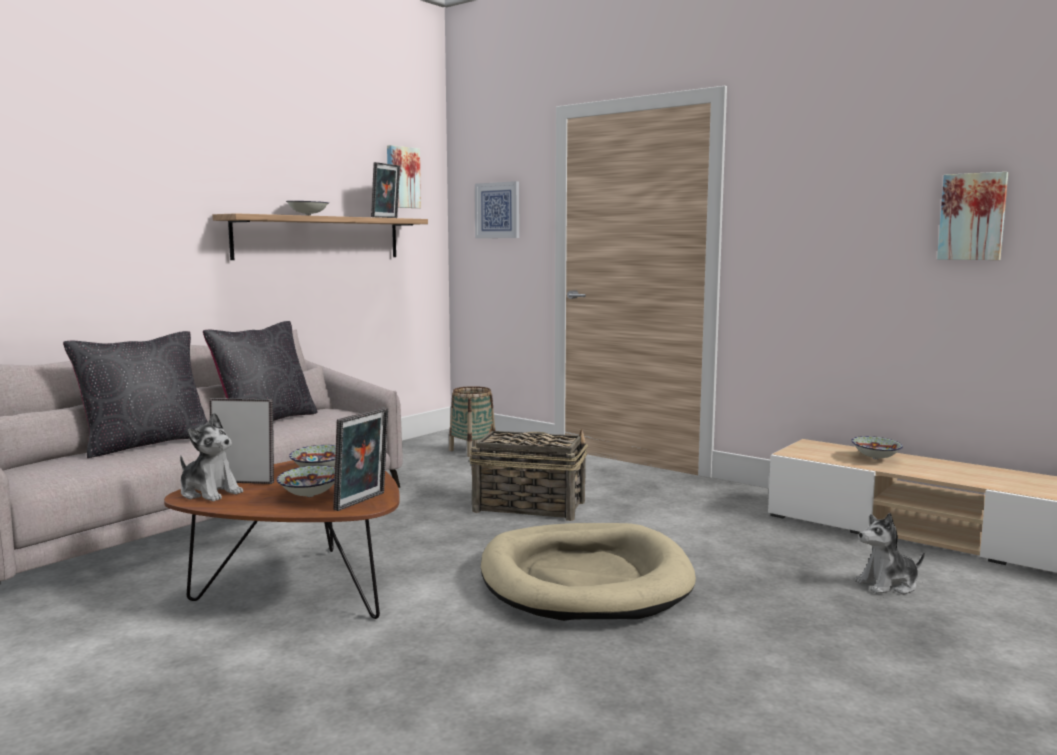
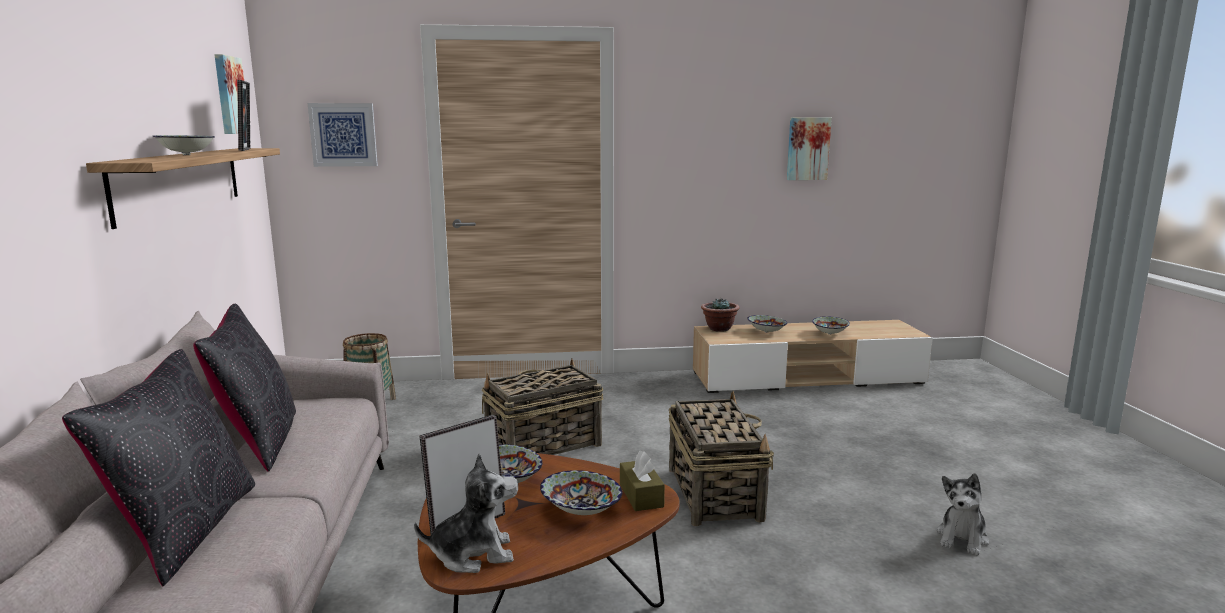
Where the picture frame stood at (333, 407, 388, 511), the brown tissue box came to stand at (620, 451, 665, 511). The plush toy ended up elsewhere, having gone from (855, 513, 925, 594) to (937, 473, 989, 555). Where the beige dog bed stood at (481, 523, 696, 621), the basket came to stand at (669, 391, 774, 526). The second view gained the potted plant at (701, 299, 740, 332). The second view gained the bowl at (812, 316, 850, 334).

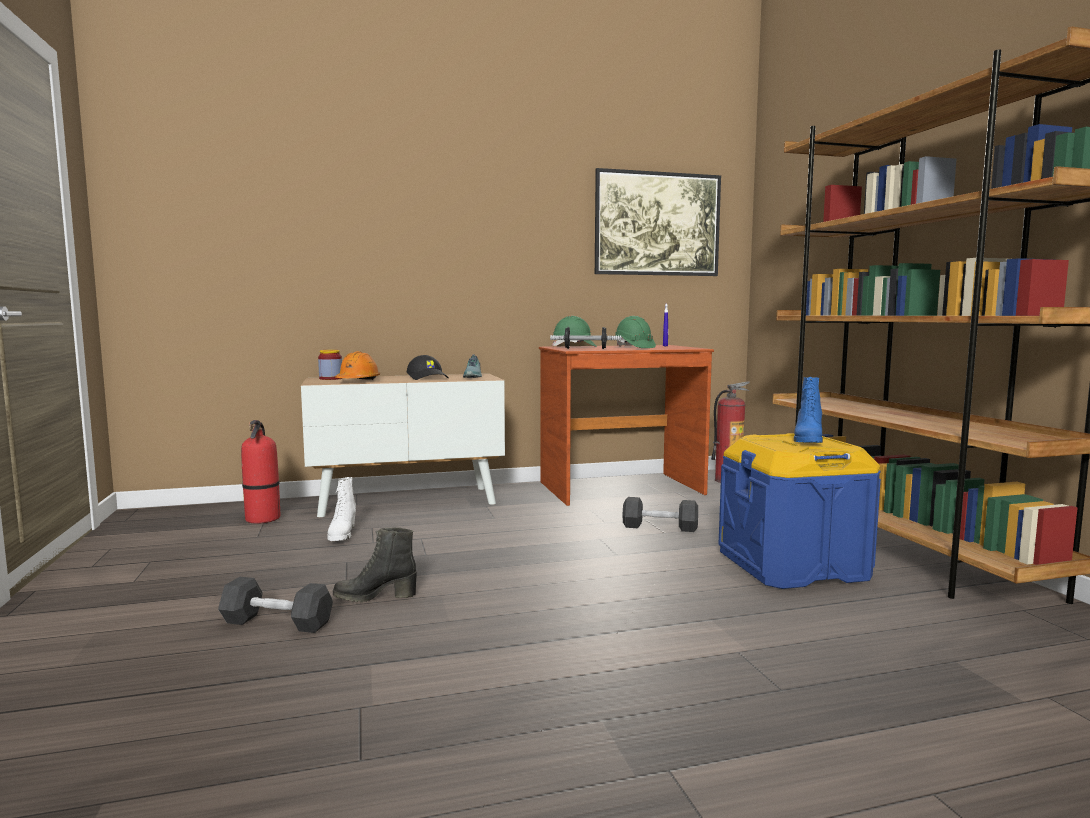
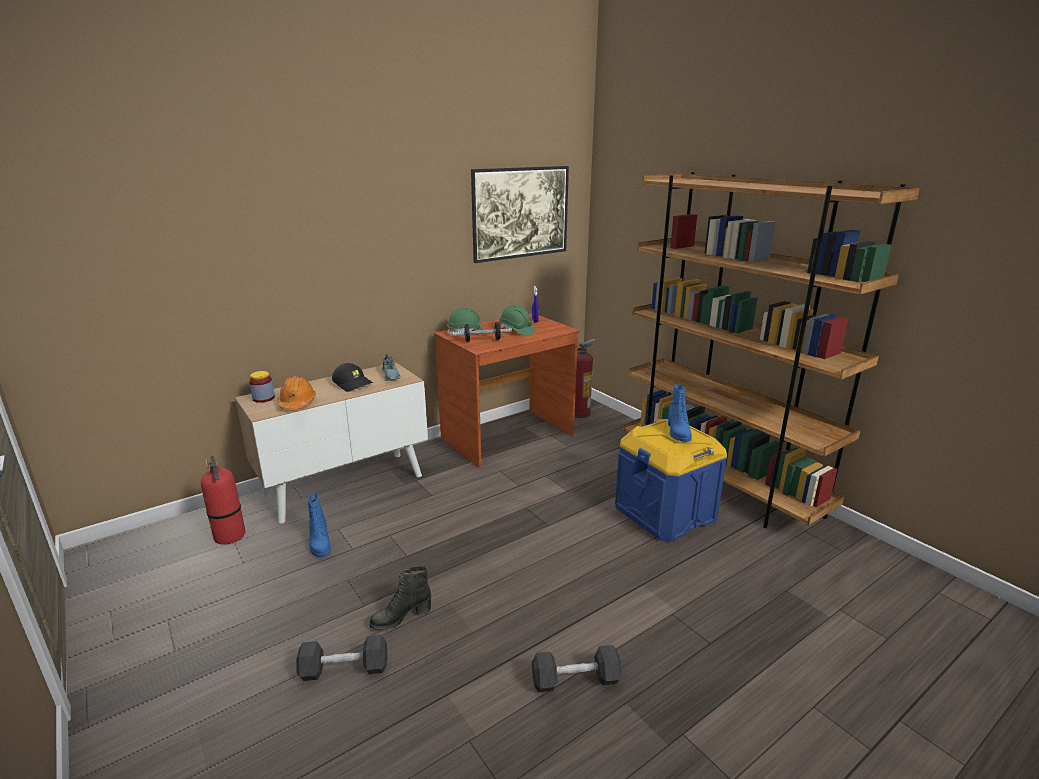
What was the white boot at (327, 477, 356, 541) turned into the blue boot at (308, 494, 331, 557). The black dumbbell ended up elsewhere, having gone from (622, 497, 698, 532) to (532, 645, 622, 692).

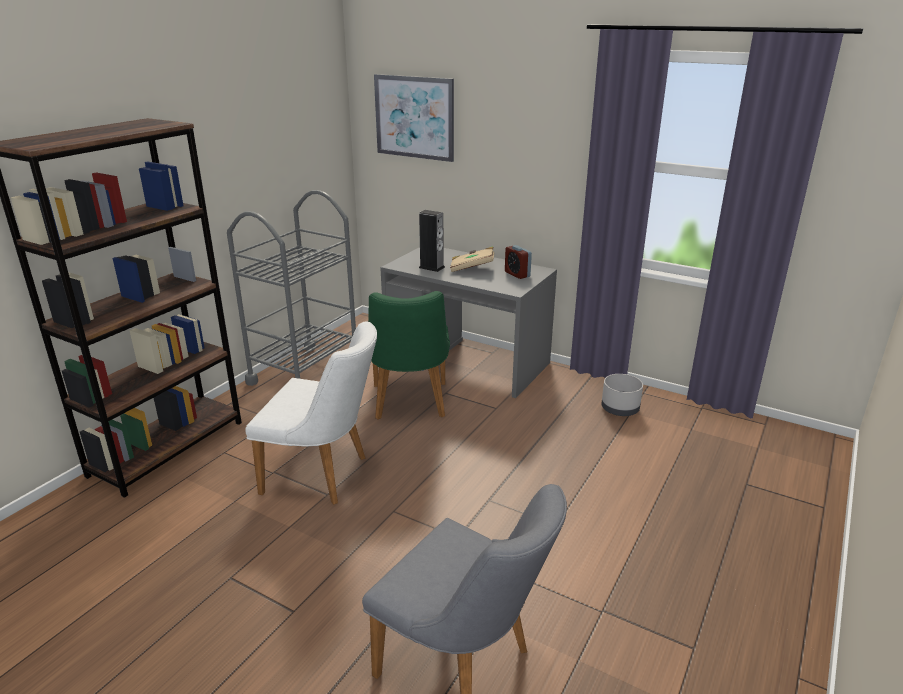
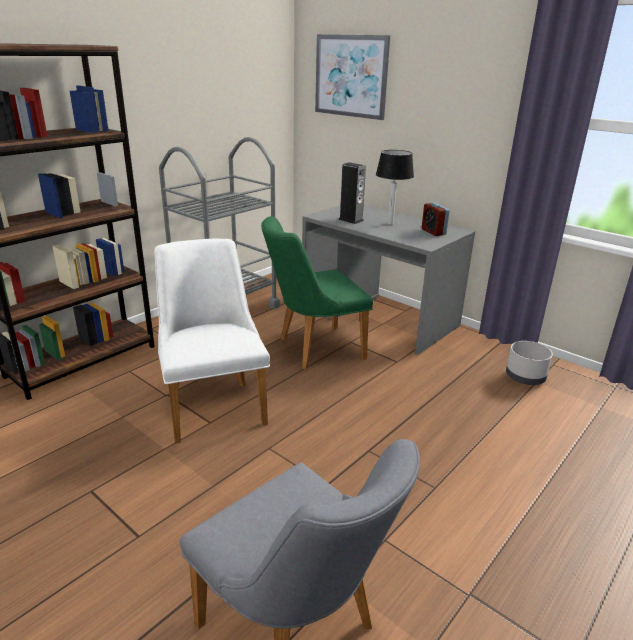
Where the beige book stood at (450, 246, 494, 272), the table lamp came to stand at (376, 150, 414, 225). The green chair at (368, 291, 450, 420) ended up facing another way, 60 degrees clockwise from before. The white chair at (245, 321, 377, 505) ended up facing another way, 135 degrees counterclockwise from before.

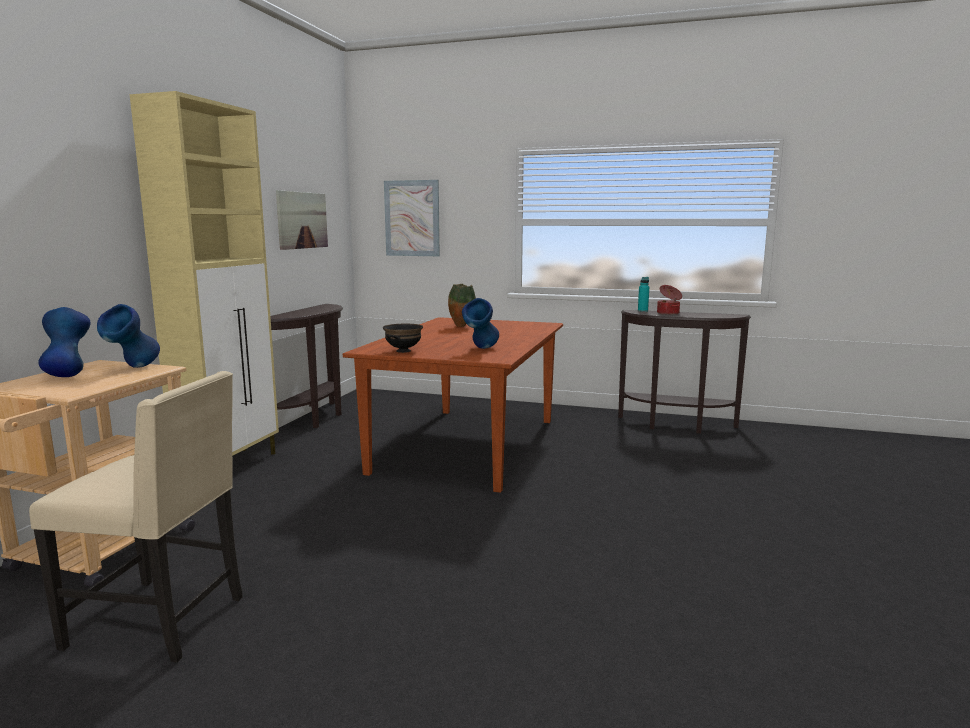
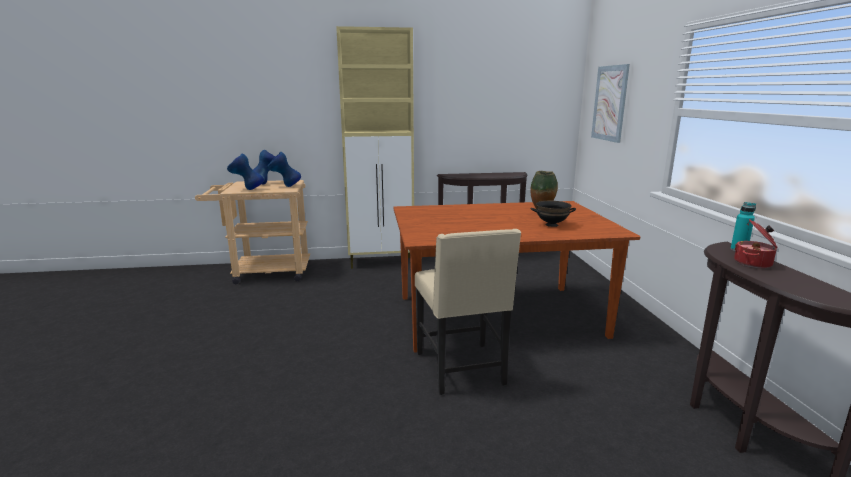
The second view lost the picture at (276, 190, 328, 250). The blue vase ended up elsewhere, having gone from (462, 298, 499, 349) to (227, 154, 264, 190). The black bowl ended up elsewhere, having gone from (383, 324, 423, 353) to (530, 201, 576, 227). The beige chair ended up elsewhere, having gone from (29, 371, 243, 663) to (415, 229, 521, 395).

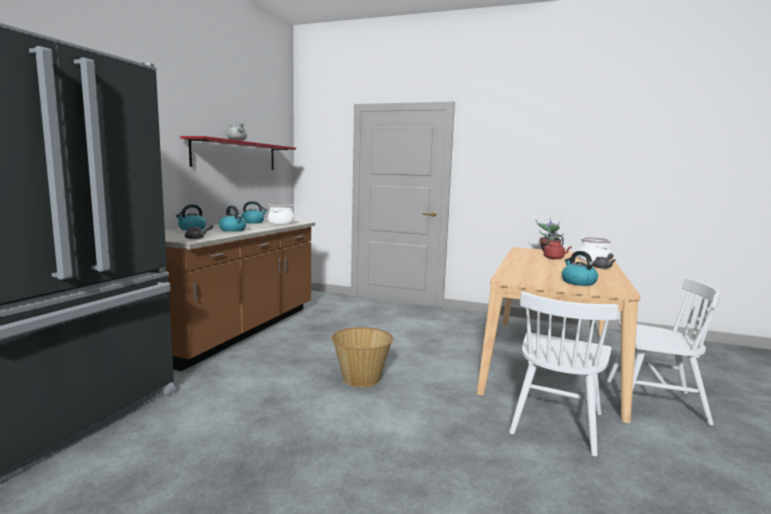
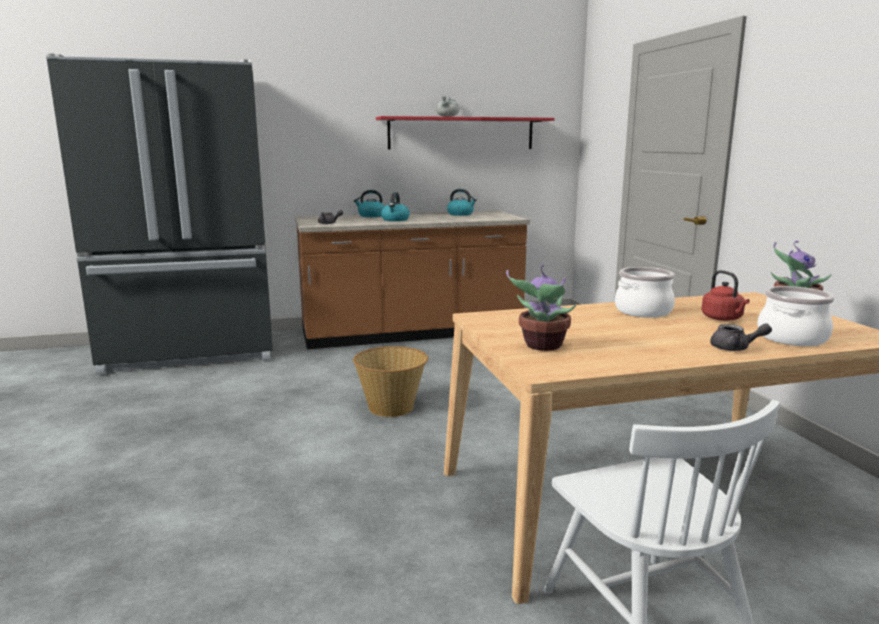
The cooking pot ended up elsewhere, having gone from (268, 204, 294, 225) to (615, 267, 675, 318). Where the kettle stood at (562, 251, 598, 286), the potted plant came to stand at (506, 265, 577, 351). The second view lost the white chair at (509, 292, 618, 457).

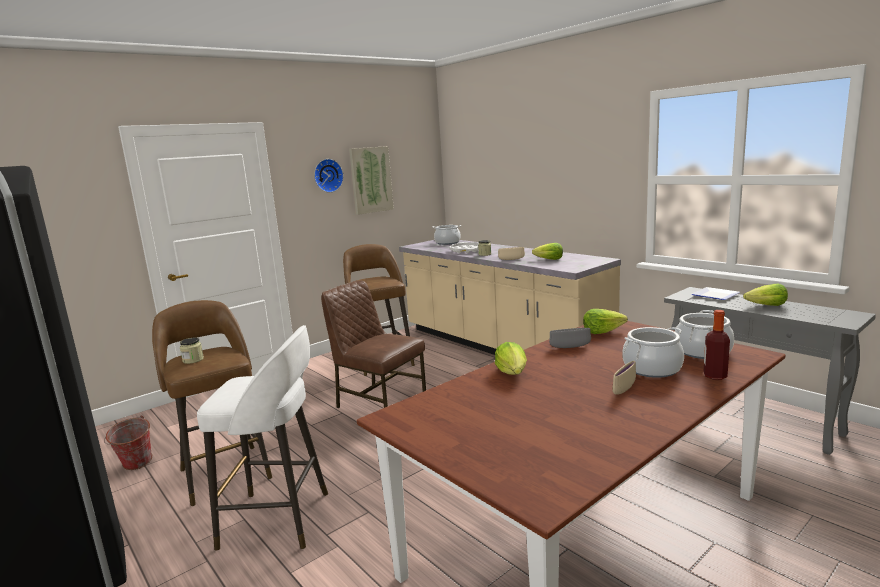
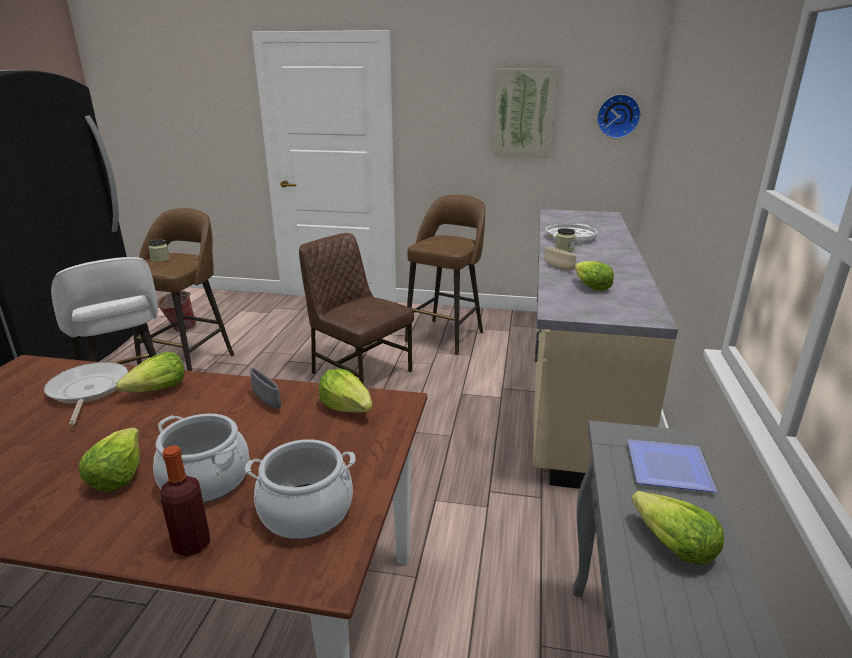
The wall clock ended up elsewhere, having gone from (314, 159, 344, 193) to (597, 94, 641, 139). The second view lost the cooking pot at (432, 225, 461, 245). The brown chair at (321, 280, 426, 408) ended up facing another way, 45 degrees counterclockwise from before. Where the beige bowl stood at (612, 361, 636, 395), the lettuce came to stand at (79, 428, 140, 492). The second view gained the frying pan at (44, 362, 128, 426).

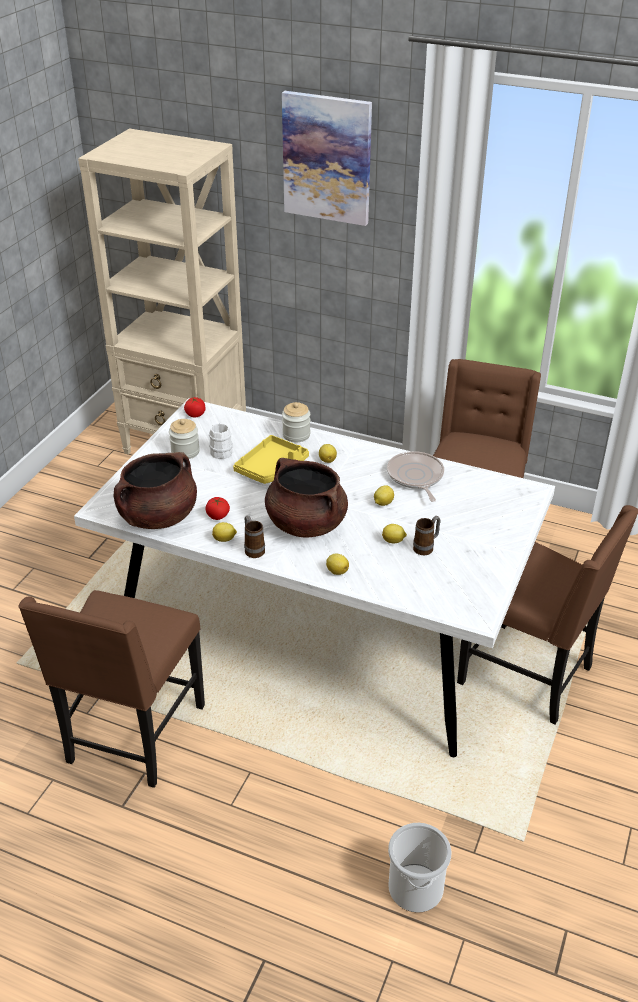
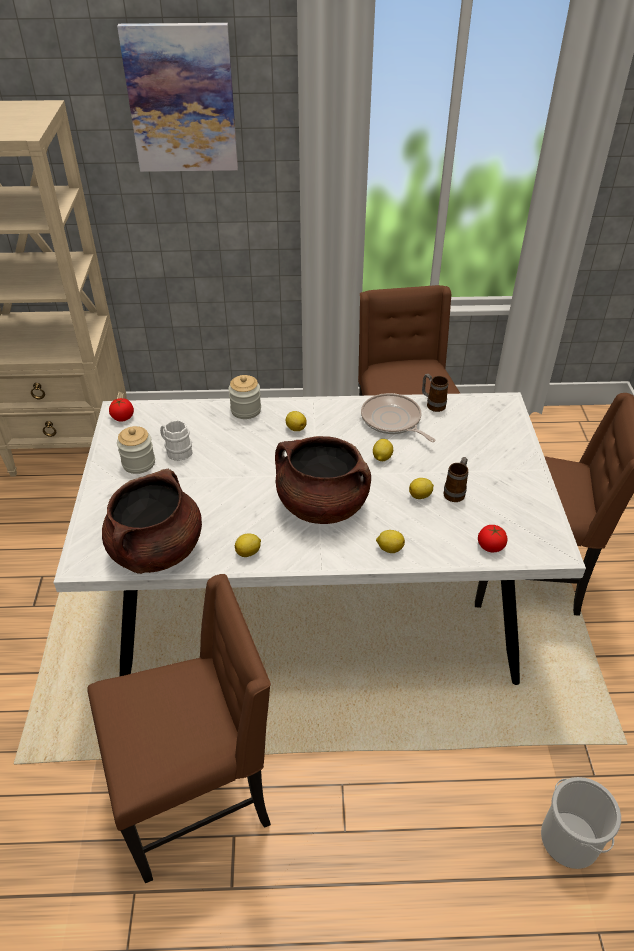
The second view lost the yellow tray at (233, 435, 309, 484). The tomato ended up elsewhere, having gone from (206, 497, 230, 520) to (478, 525, 507, 552). The mug ended up elsewhere, having gone from (244, 516, 265, 558) to (422, 374, 448, 412). The brown chair at (19, 590, 205, 788) ended up facing another way, 105 degrees counterclockwise from before.

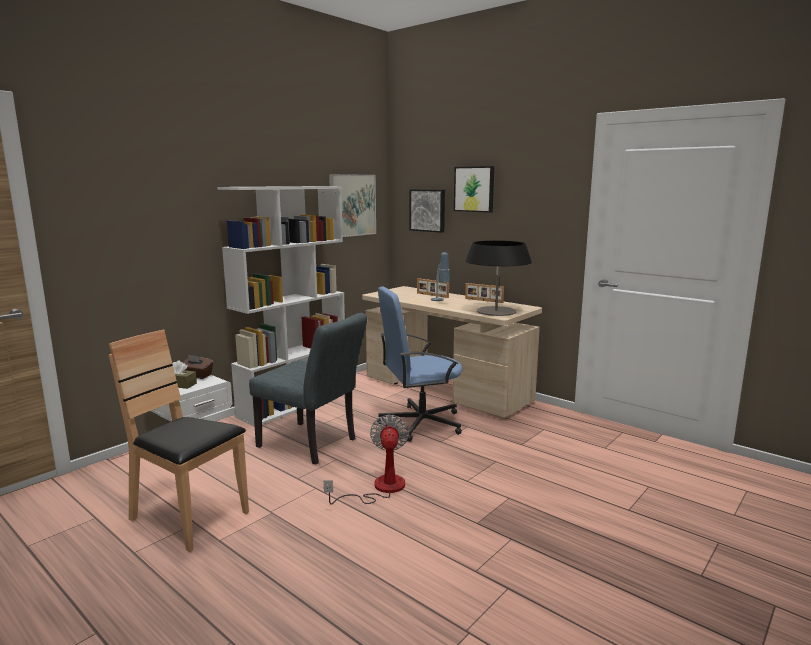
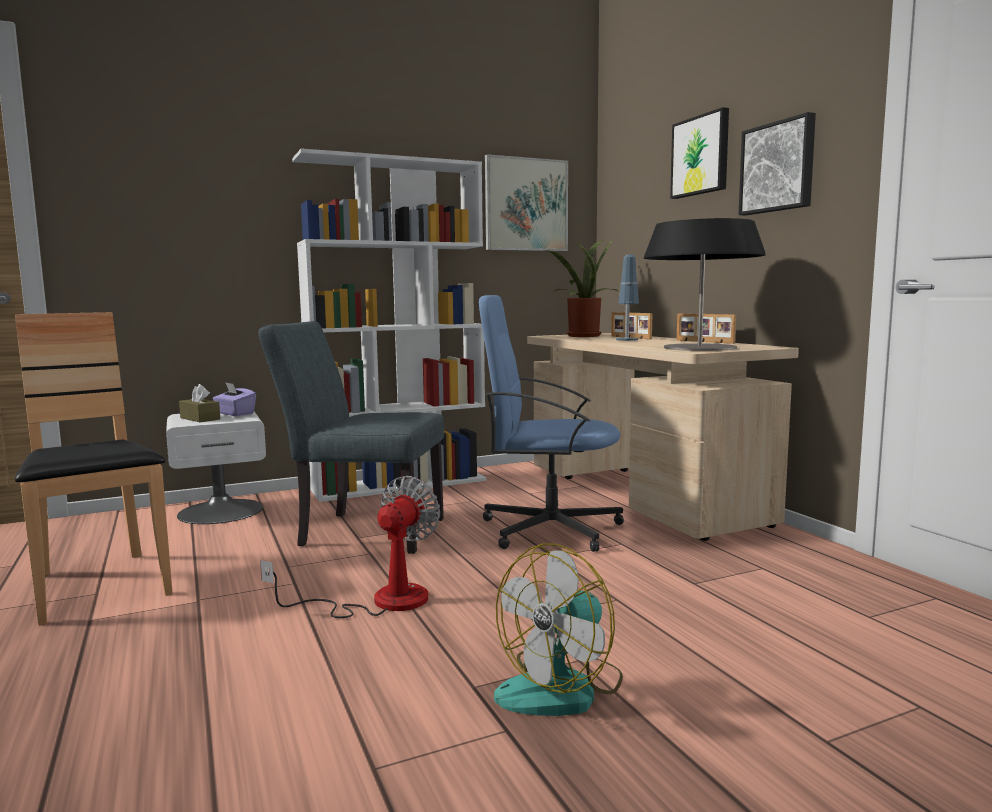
The picture ended up elsewhere, having gone from (410, 189, 445, 233) to (739, 112, 816, 216). The grey chair at (249, 313, 367, 465) ended up facing another way, 135 degrees clockwise from before. What was the brown tissue box at (183, 355, 213, 379) turned into the purple tissue box at (213, 382, 256, 416). The second view gained the potted plant at (546, 239, 617, 337). The second view gained the fan at (494, 543, 623, 716).

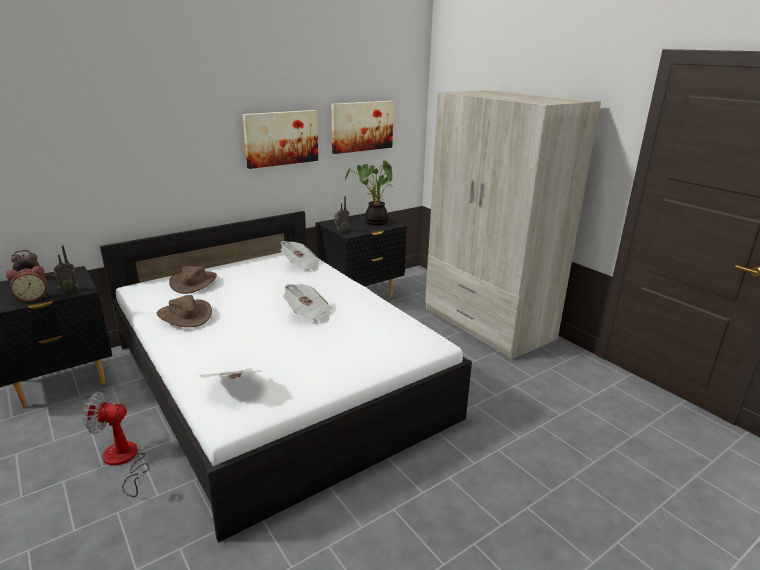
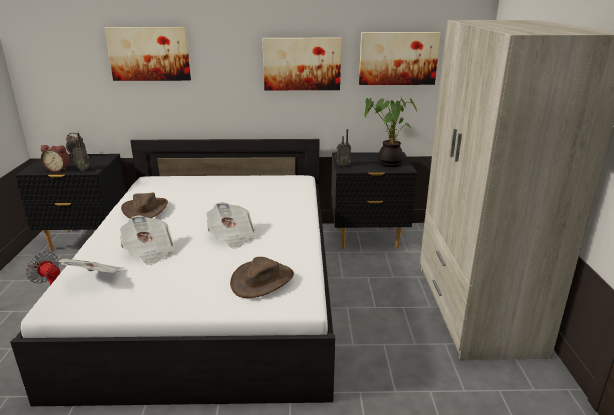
The newspaper ended up elsewhere, having gone from (281, 241, 320, 271) to (120, 215, 174, 265). The brown hat ended up elsewhere, having gone from (169, 266, 217, 294) to (230, 257, 294, 298). The second view gained the picture at (104, 27, 191, 81).

